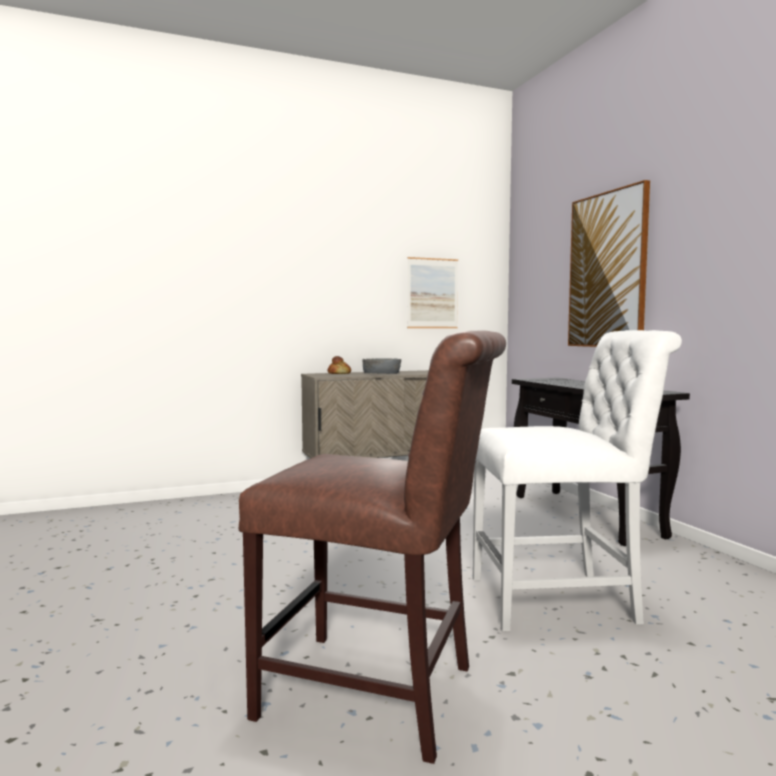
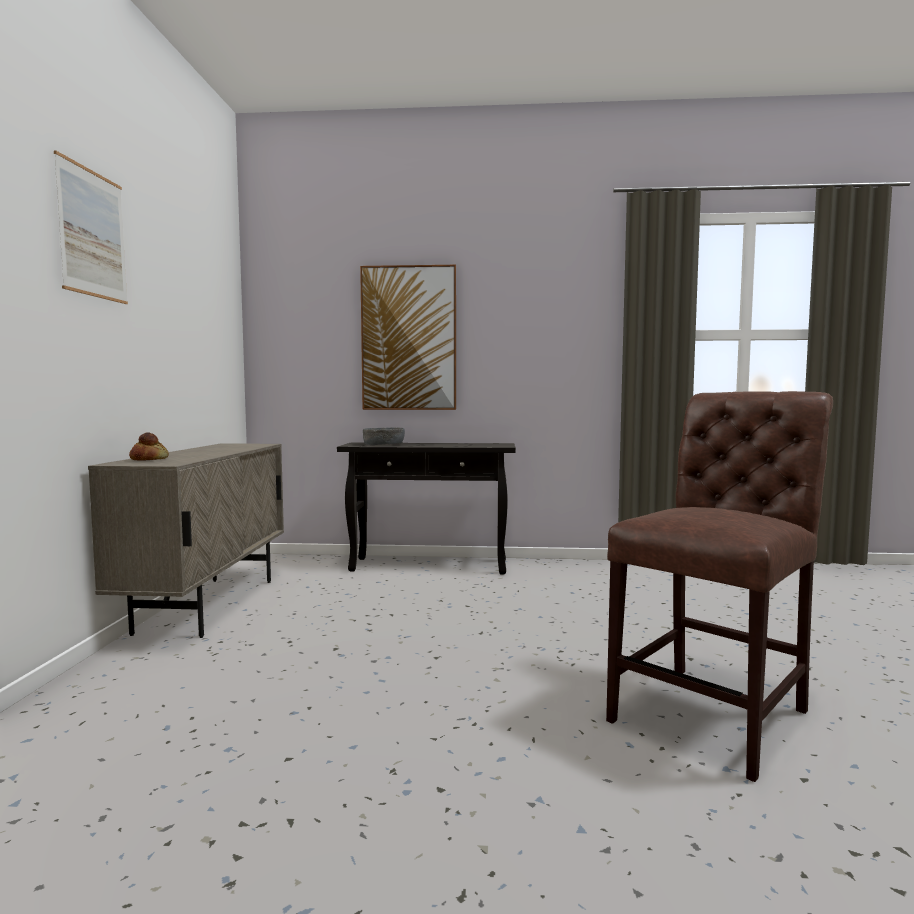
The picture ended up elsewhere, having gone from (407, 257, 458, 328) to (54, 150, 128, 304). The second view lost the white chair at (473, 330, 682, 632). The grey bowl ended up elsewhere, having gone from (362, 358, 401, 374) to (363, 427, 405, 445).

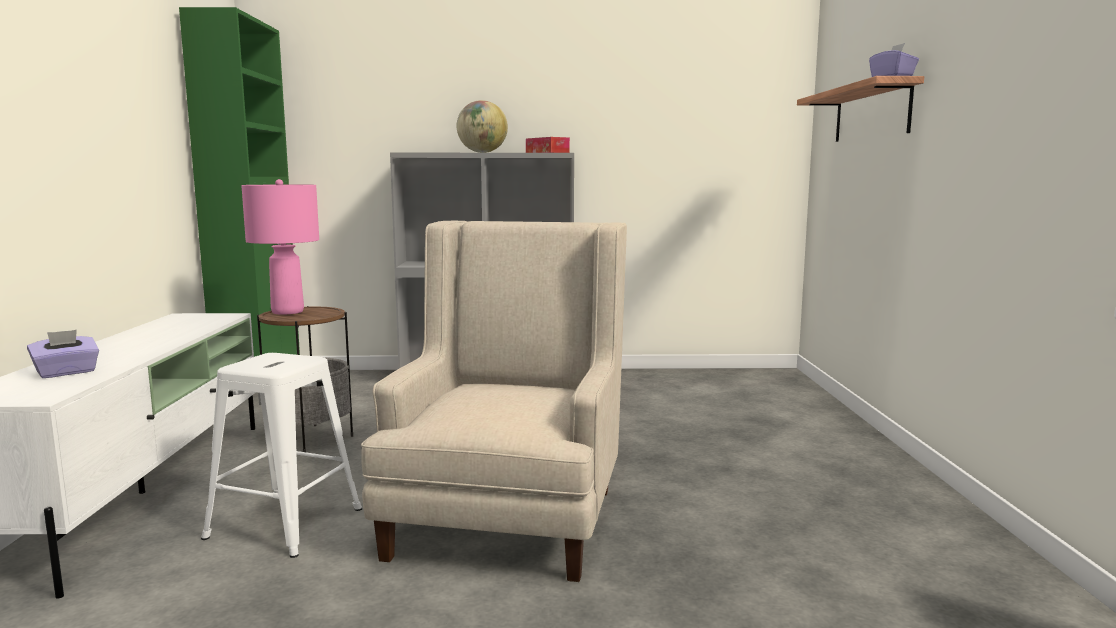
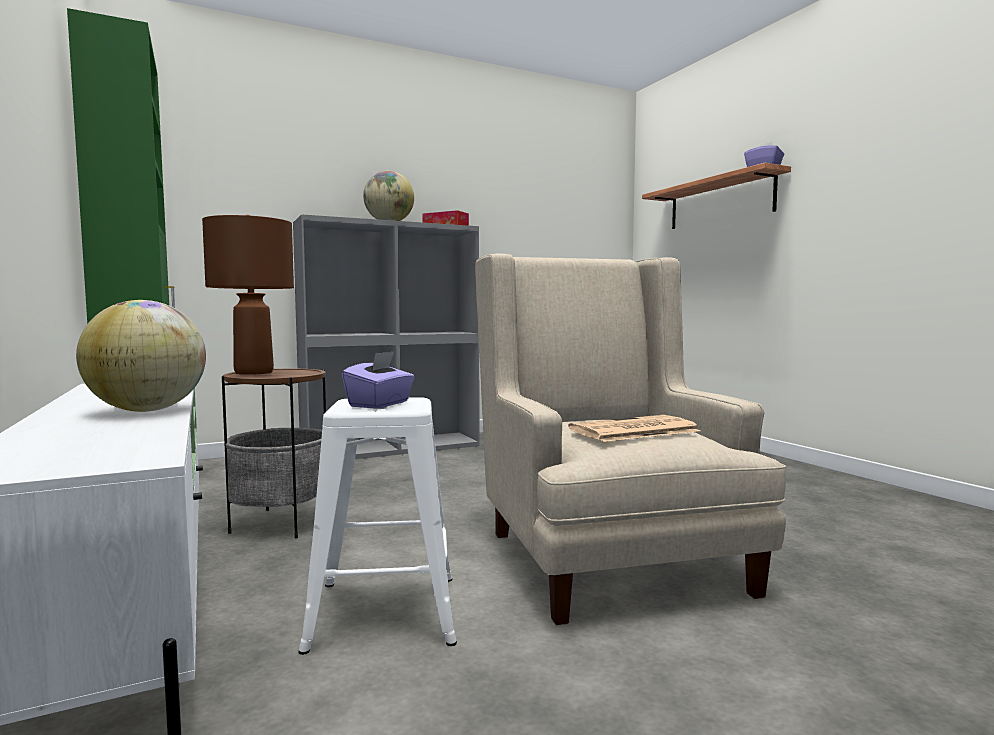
What was the pink table lamp at (241, 179, 319, 315) turned into the brown table lamp at (202, 215, 294, 375). The purple tissue box ended up elsewhere, having gone from (27, 330, 99, 378) to (342, 351, 415, 409). The second view gained the globe at (76, 300, 206, 412). The second view gained the newspaper at (568, 415, 700, 442).

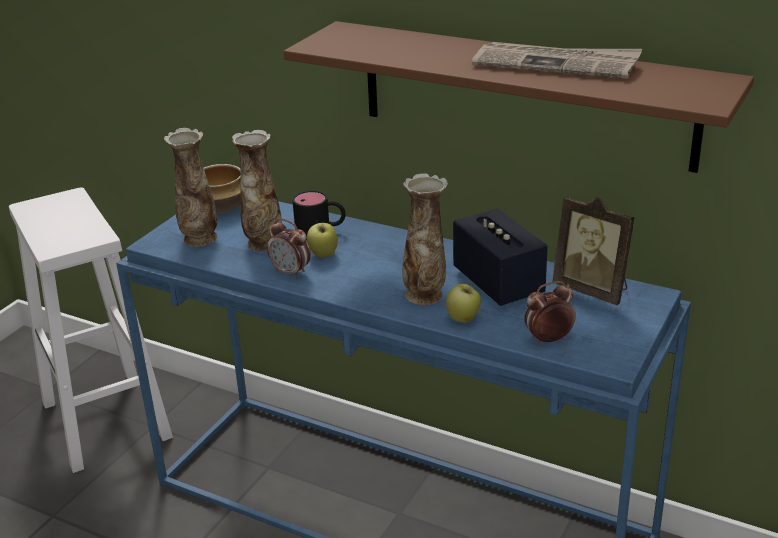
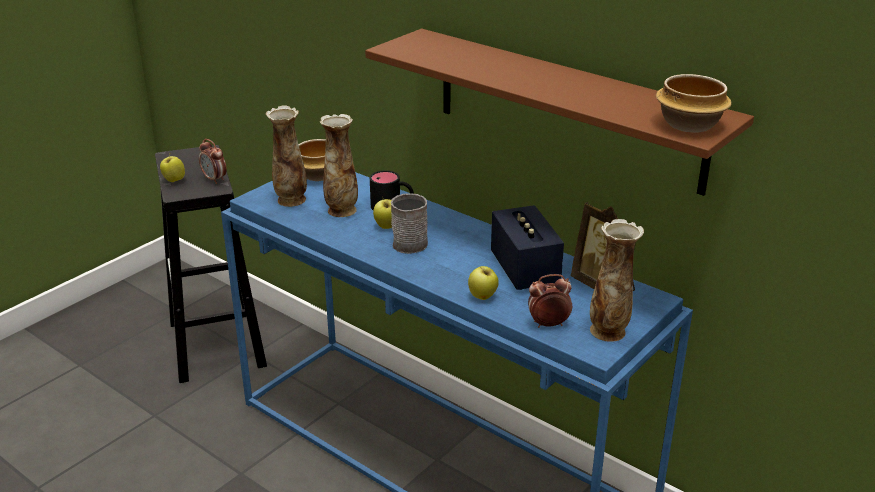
The second view lost the newspaper at (472, 42, 642, 79). The vase ended up elsewhere, having gone from (402, 173, 448, 305) to (590, 219, 644, 342). What was the white stool at (9, 187, 173, 473) turned into the black stool at (155, 145, 267, 383). The alarm clock ended up elsewhere, having gone from (267, 218, 311, 279) to (199, 139, 227, 184). The second view gained the bowl at (656, 74, 732, 133). The second view gained the apple at (160, 154, 185, 182). The second view gained the grey mug at (391, 193, 428, 254).

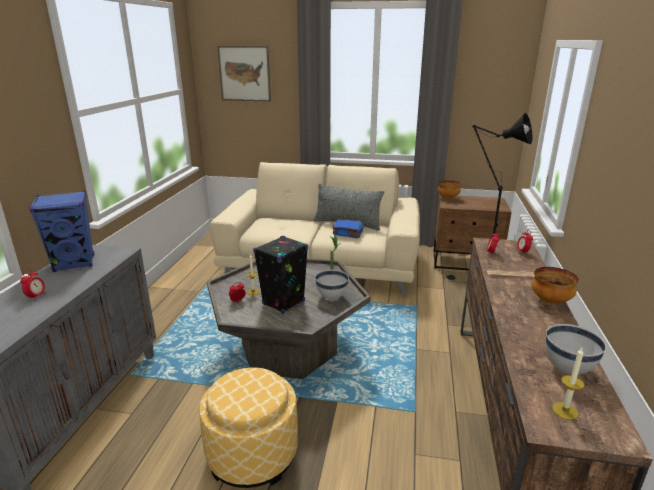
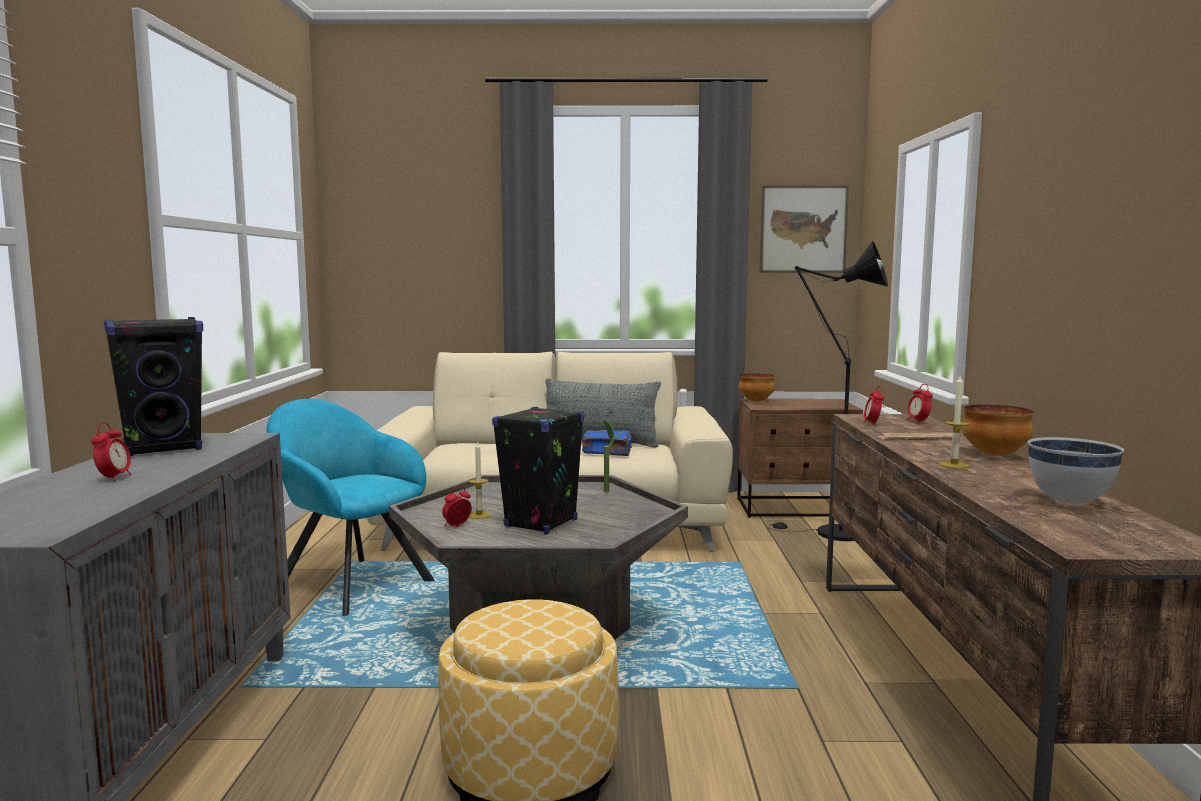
The picture ended up elsewhere, having gone from (217, 46, 271, 101) to (760, 185, 849, 273). What was the blue speaker at (29, 191, 94, 272) turned into the black speaker at (104, 317, 203, 456). The second view lost the white bowl at (315, 270, 349, 300). The candle ended up elsewhere, having gone from (552, 348, 584, 420) to (939, 376, 970, 468). The second view gained the turquoise armchair at (266, 399, 435, 616).

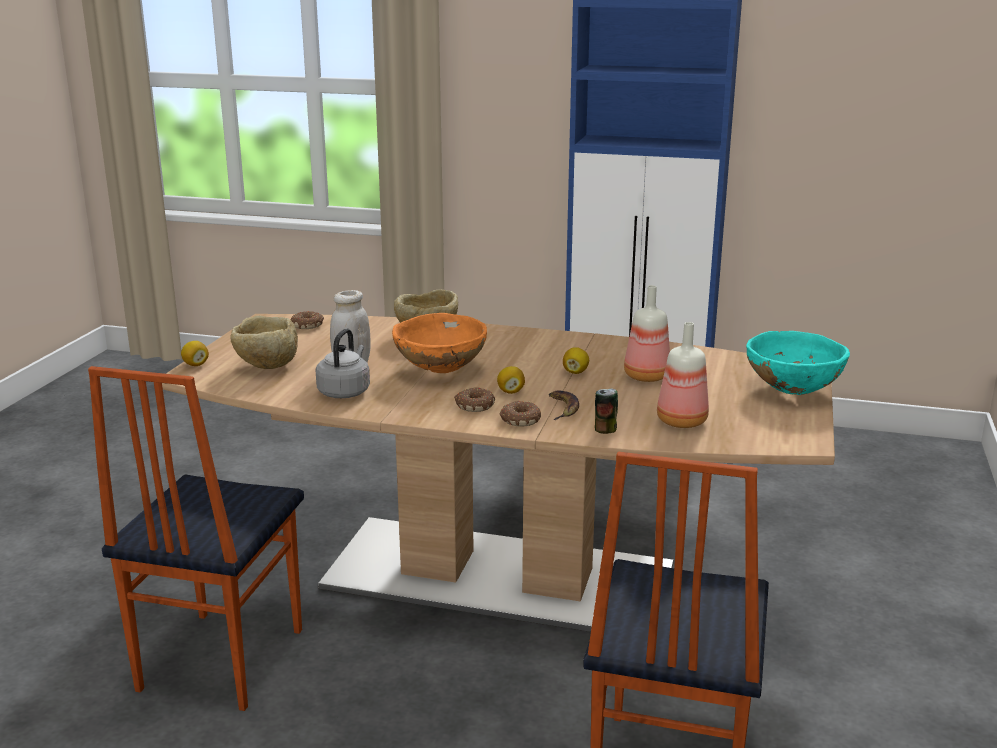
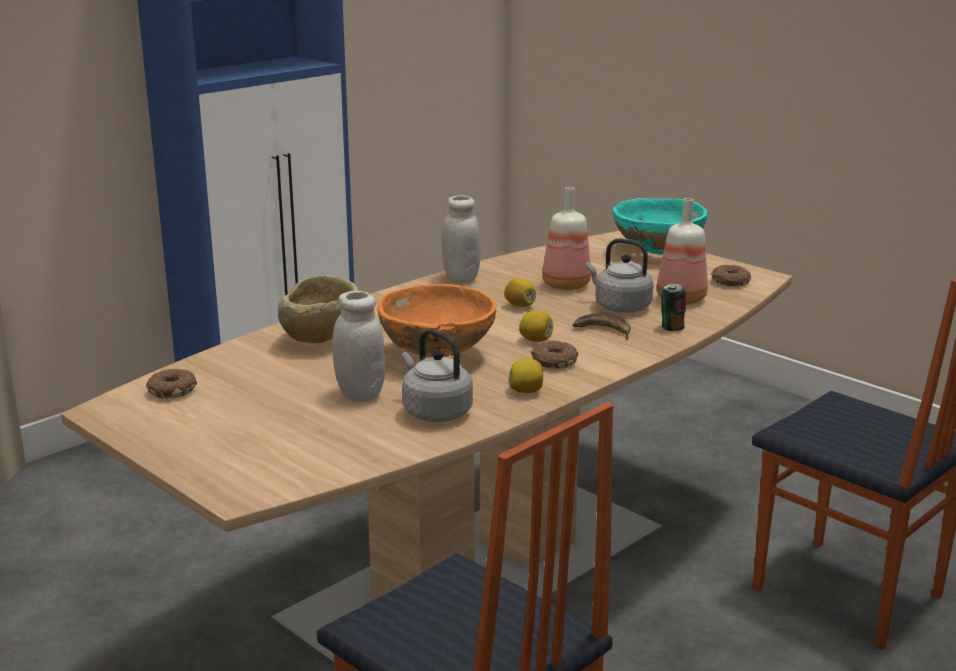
The second view lost the beige bowl at (230, 316, 298, 369). The lemon ended up elsewhere, having gone from (181, 341, 209, 366) to (508, 359, 543, 393). The donut ended up elsewhere, having gone from (499, 401, 541, 426) to (711, 265, 751, 287). The second view gained the white jar at (441, 195, 480, 282). The second view gained the grey kettle at (586, 238, 653, 313).

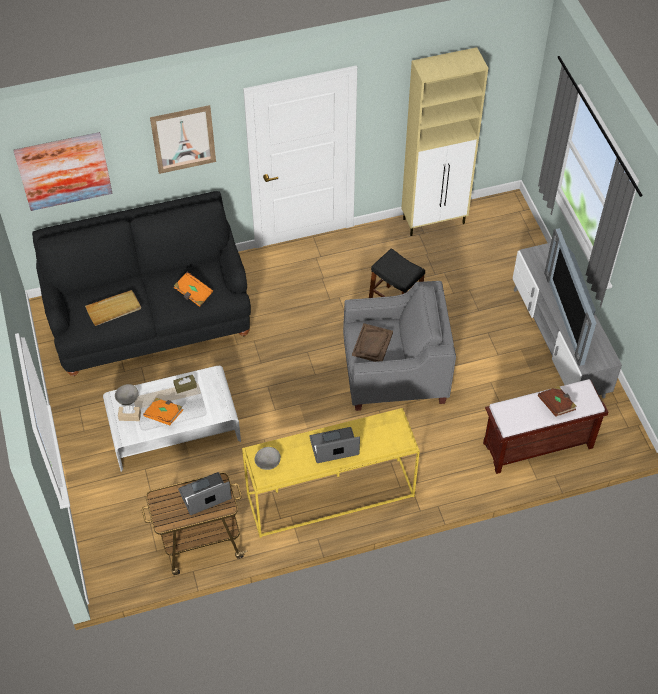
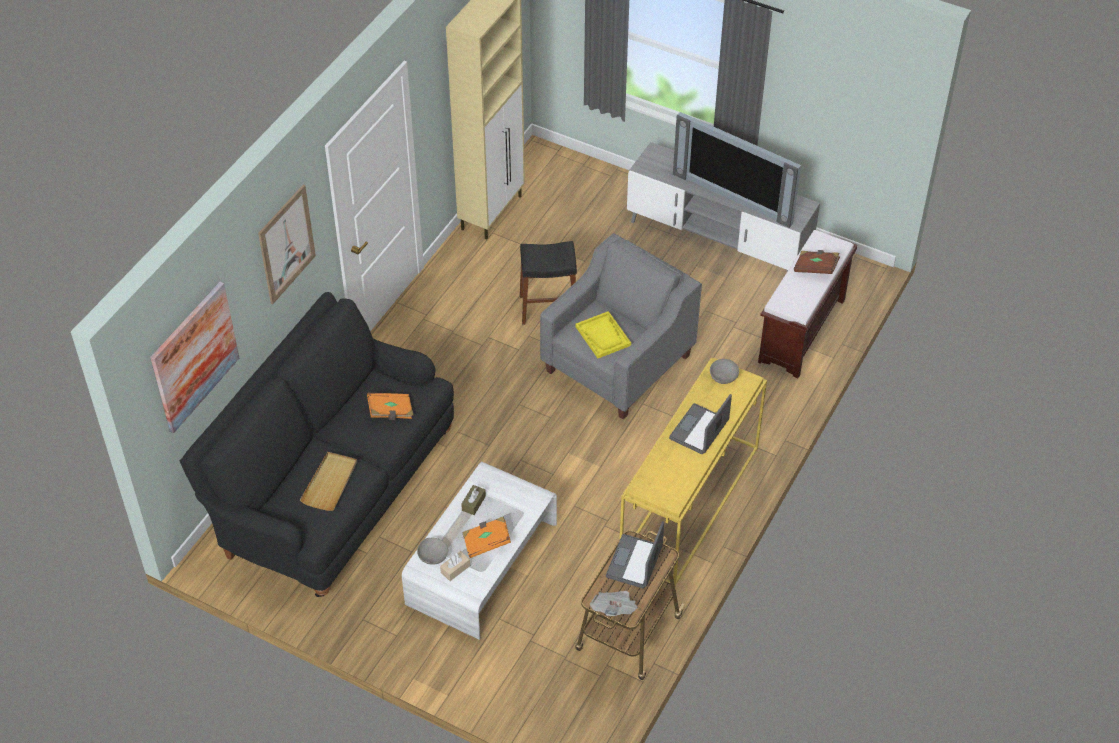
What was the brown tray at (352, 323, 393, 362) turned into the yellow tray at (575, 311, 631, 358). The grey bowl ended up elsewhere, having gone from (255, 447, 281, 470) to (710, 359, 739, 384). The second view gained the newspaper at (590, 591, 638, 616).

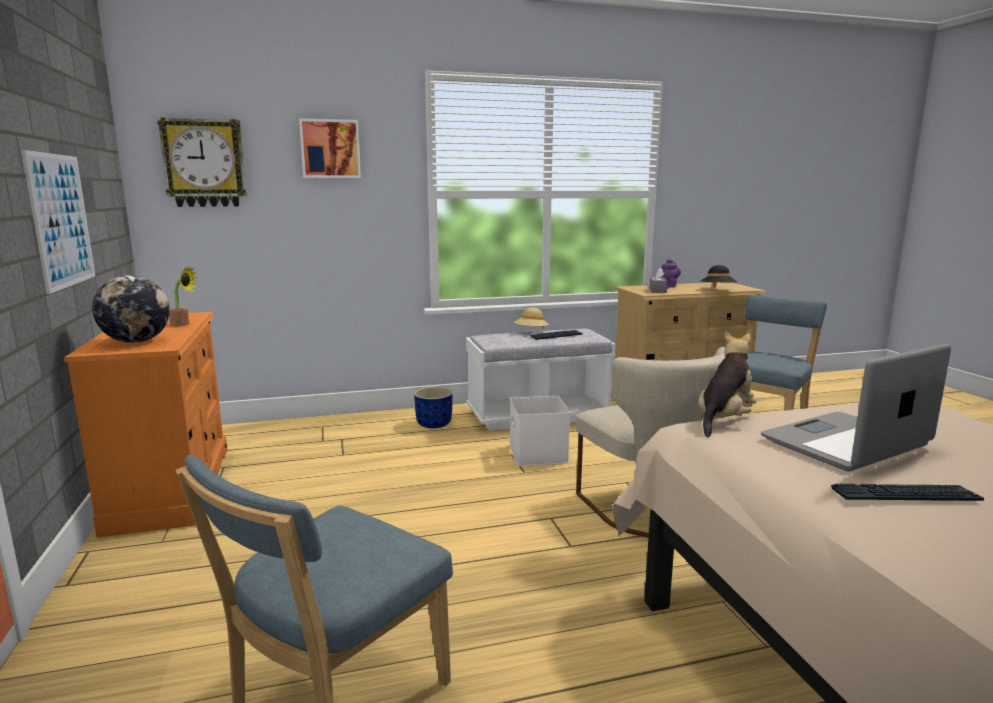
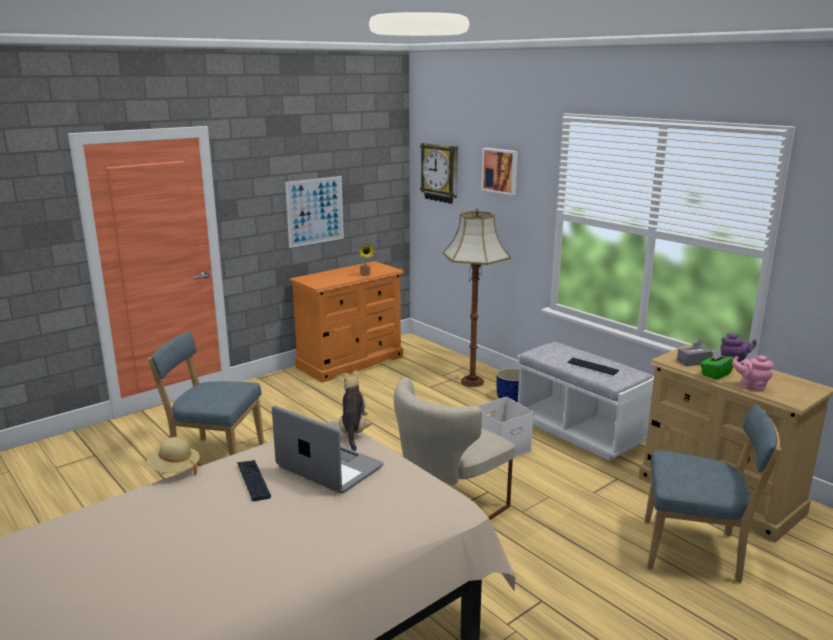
Where the black hat stood at (701, 265, 737, 288), the pink teapot came to stand at (732, 355, 773, 392). The second view lost the globe at (92, 275, 170, 343). The beige hat ended up elsewhere, having gone from (514, 307, 549, 330) to (147, 437, 200, 475). The plush toy at (699, 331, 756, 437) ended up facing another way, 105 degrees counterclockwise from before. The second view gained the floor lamp at (443, 209, 510, 387). The second view gained the green tissue box at (700, 348, 735, 380).

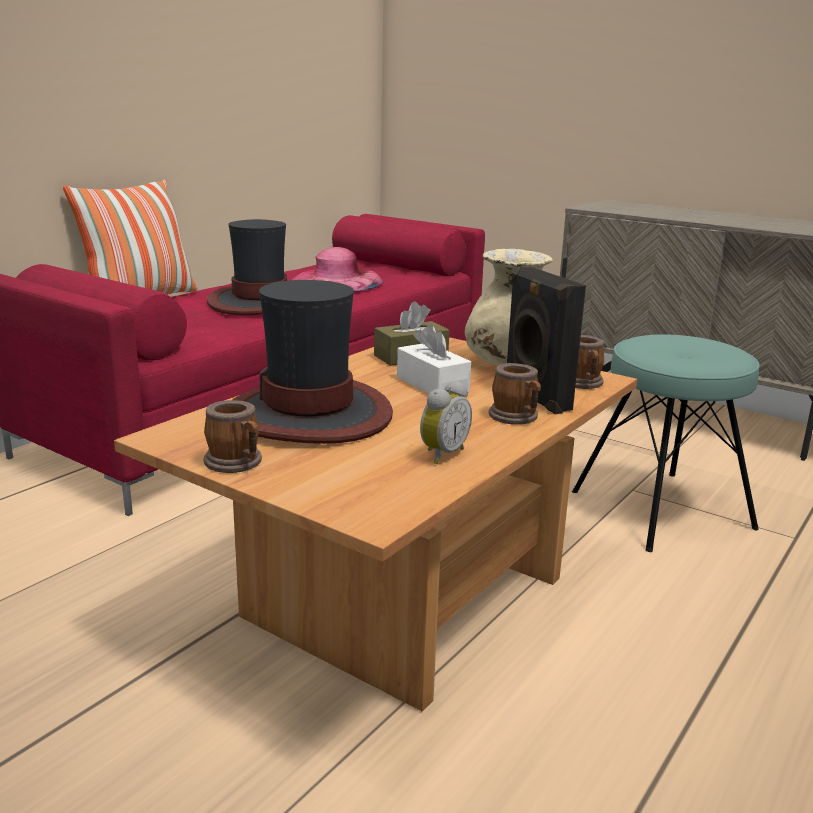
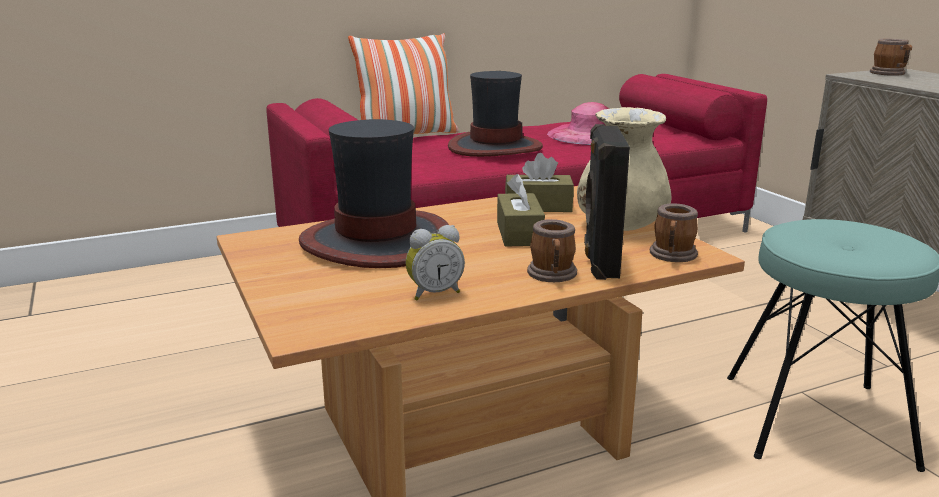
What was the white tissue box at (397, 324, 471, 394) turned into the brown tissue box at (497, 174, 545, 247). The mug ended up elsewhere, having gone from (204, 400, 262, 473) to (870, 38, 912, 76).

